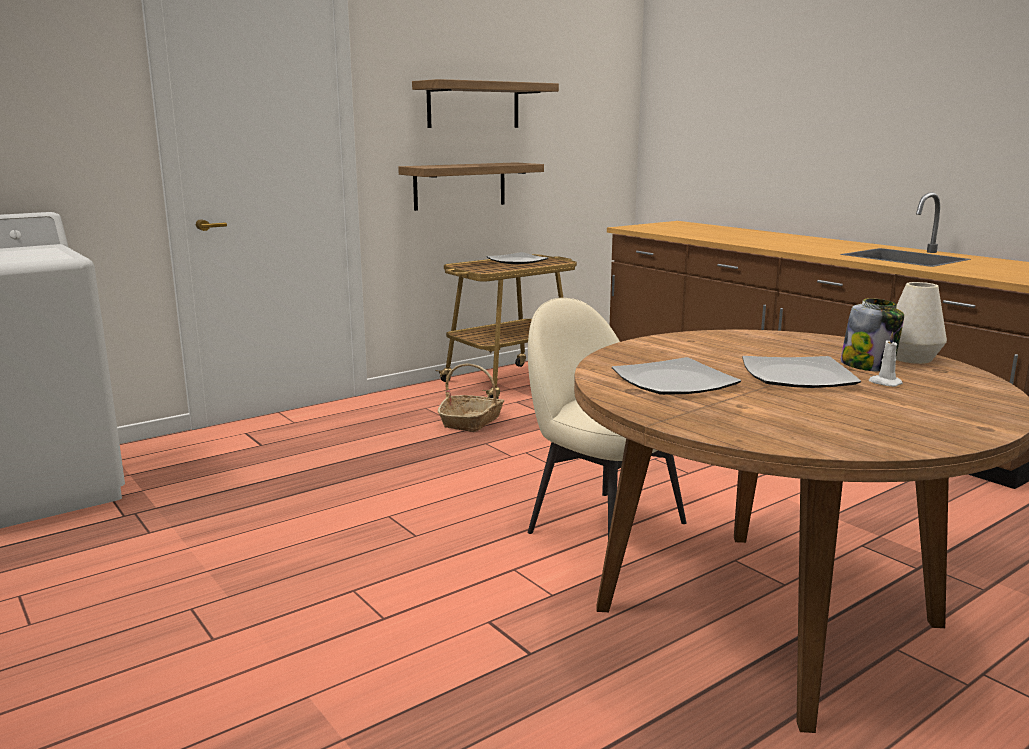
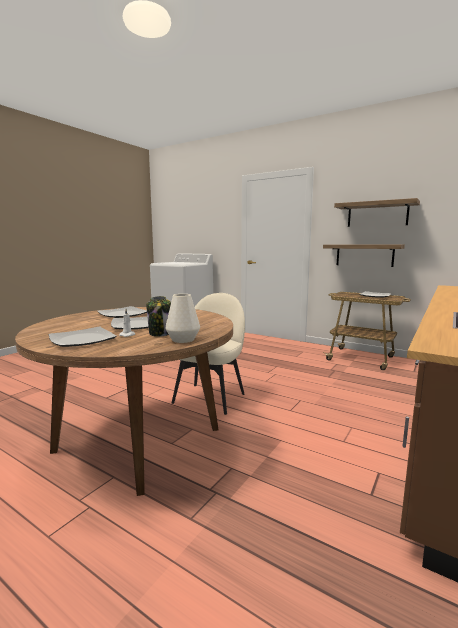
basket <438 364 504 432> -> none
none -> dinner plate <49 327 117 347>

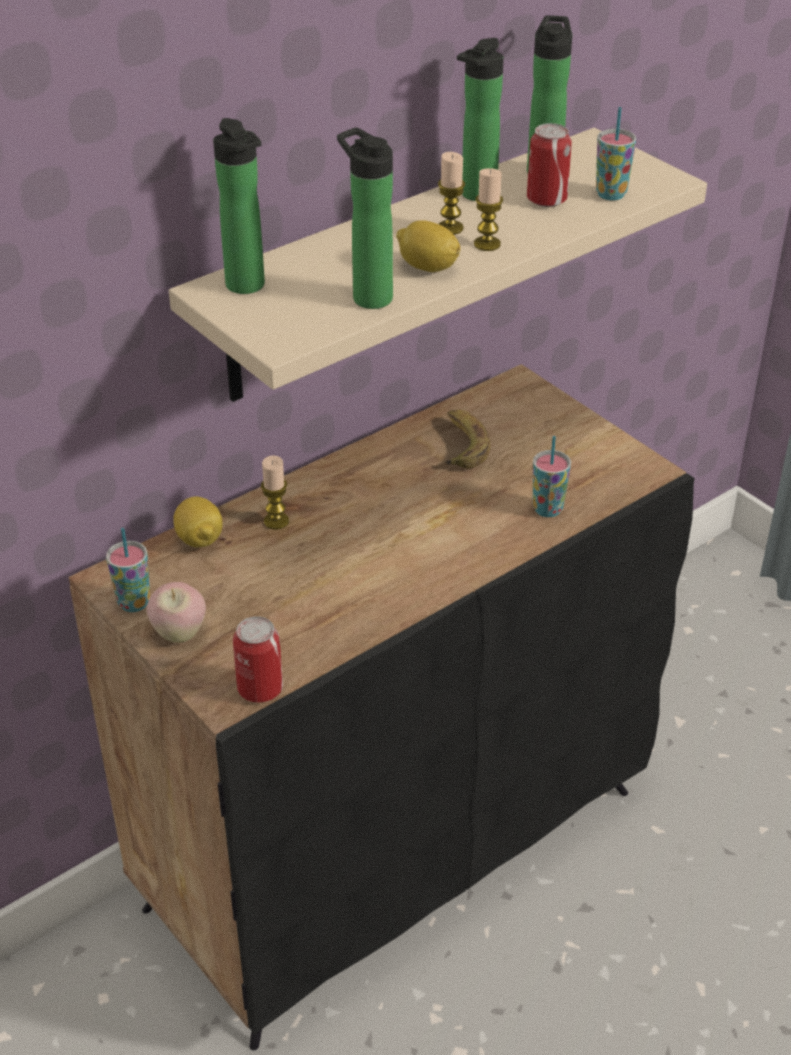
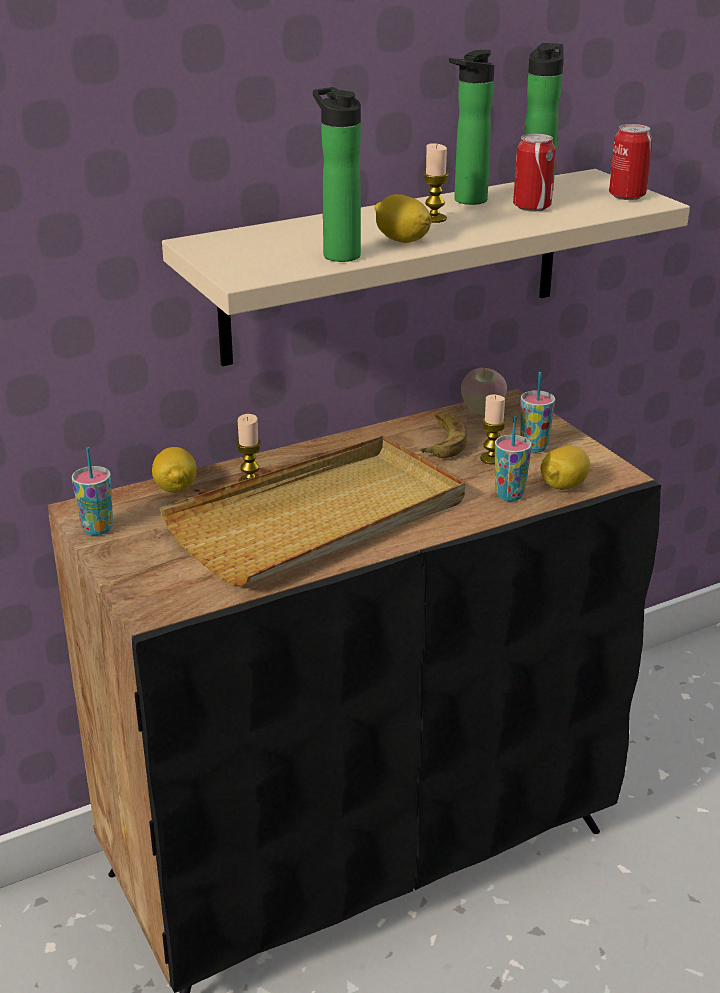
bottle <213 118 265 294> -> none
none -> beige-coloured carrying tray <159 436 465 586>
none -> lemon <541 446 590 490>
apple fruit <147 582 206 643> -> apple fruit <461 366 507 416>, moved
sealed can <233 616 283 703> -> sealed can <609 124 653 200>, moved
wax candle <474 168 503 251> -> wax candle <480 395 506 465>, moved
small cup <596 107 636 200> -> small cup <520 372 555 453>, moved

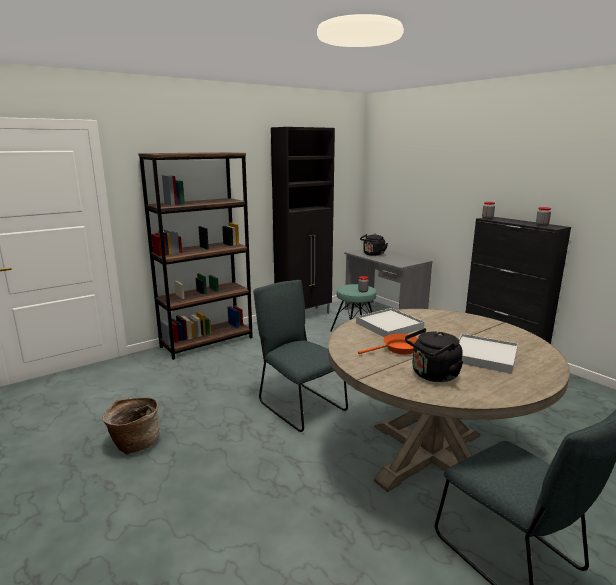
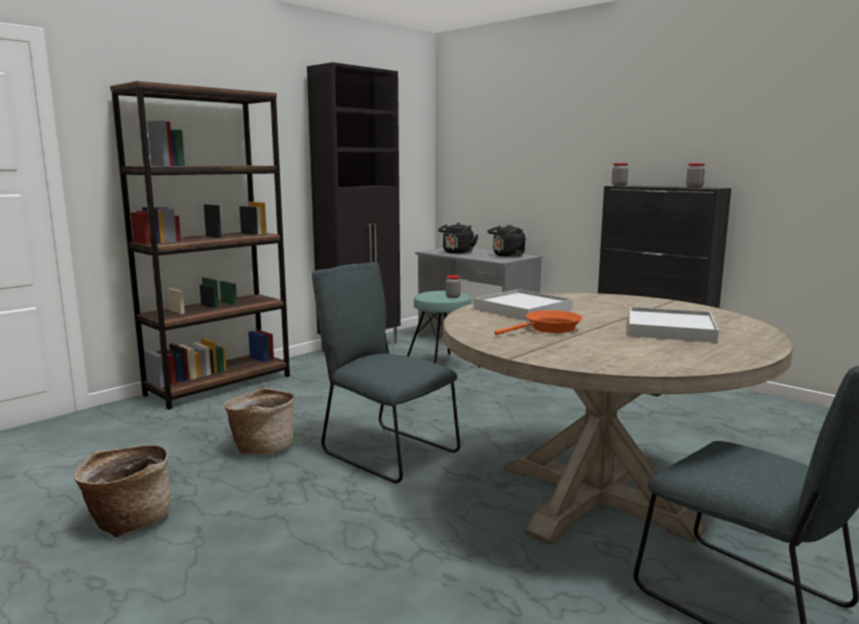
none -> basket <224 387 295 454>
black tea kettle <405 328 463 382> -> black tea kettle <487 225 526 257>, moved

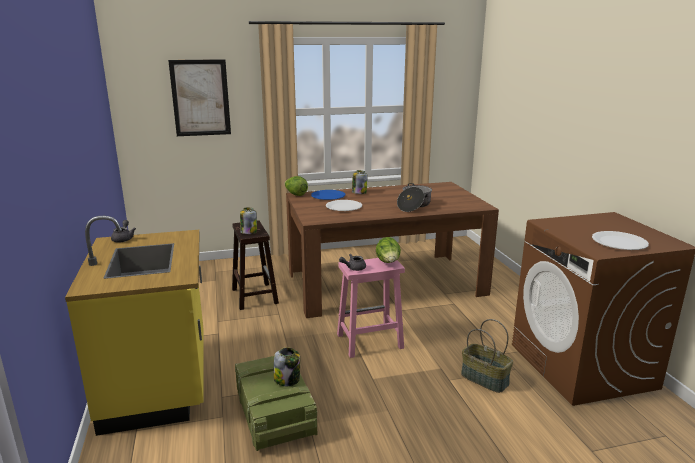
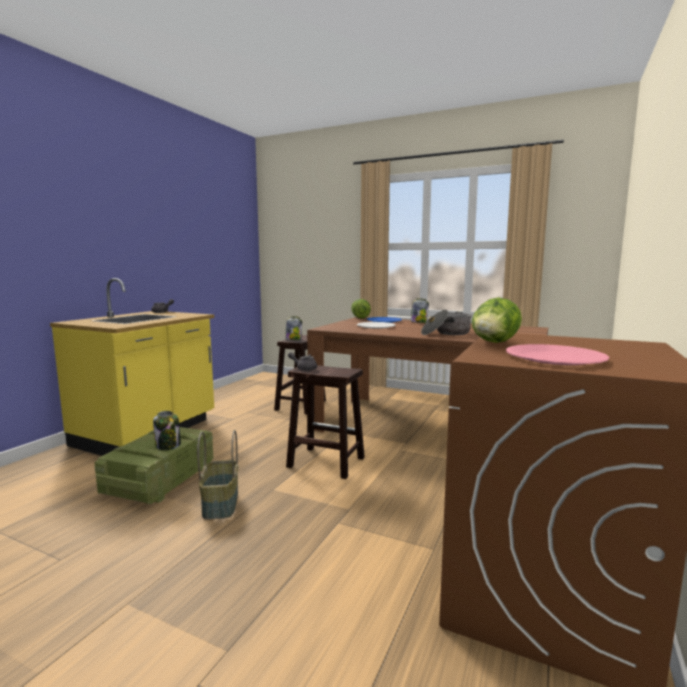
wall picture <168 59 231 136> -> none
lettuce head <376 237 401 263> -> lettuce head <472 297 522 343>, moved
basket <461 319 513 393> -> basket <197 430 239 520>, moved
pinkish stool seat <337 258 405 358> -> brown stool seat <286 365 365 479>
white dinner plate <592 231 649 250> -> pinkish dinner plate <506 344 609 365>

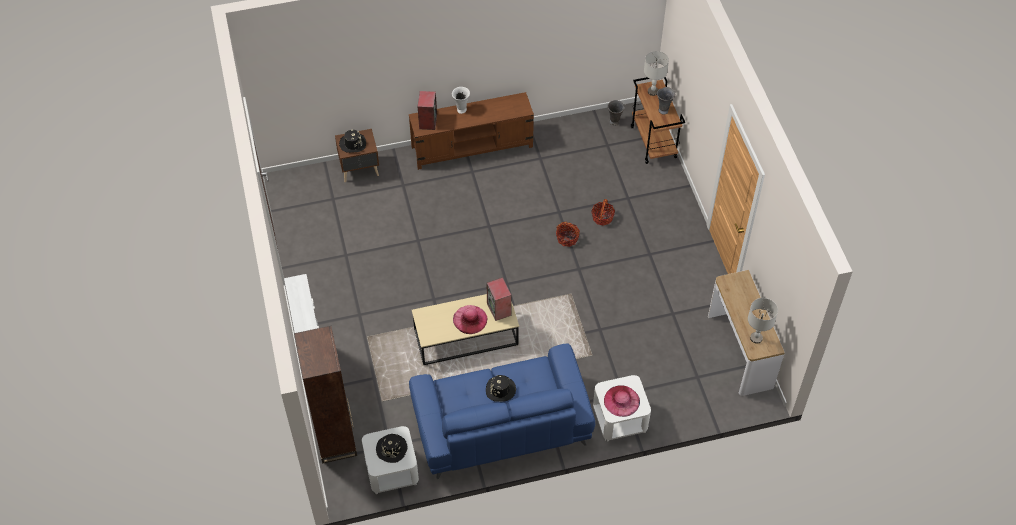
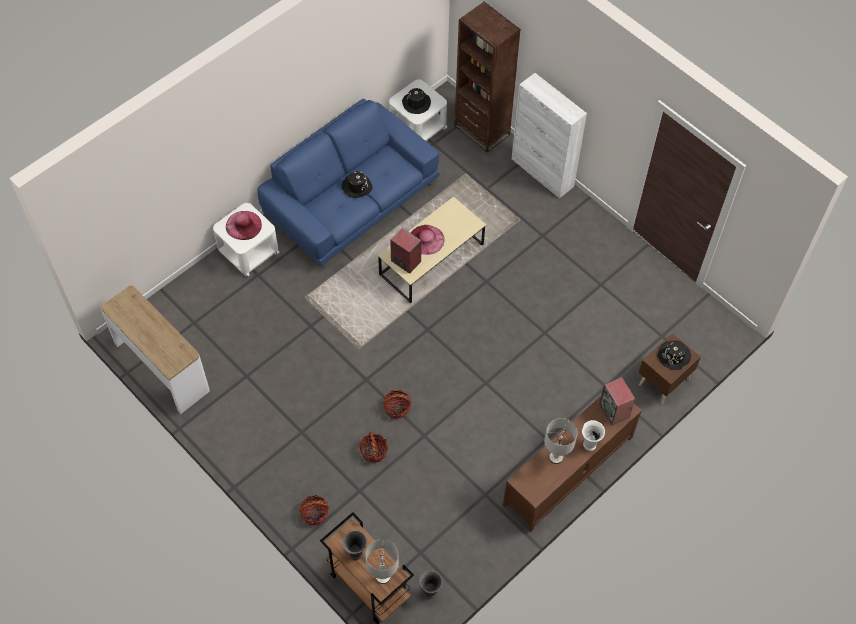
none -> basket <299 495 329 525>
grey lamp for a table <748 298 778 344> -> grey lamp for a table <544 418 578 464>, moved

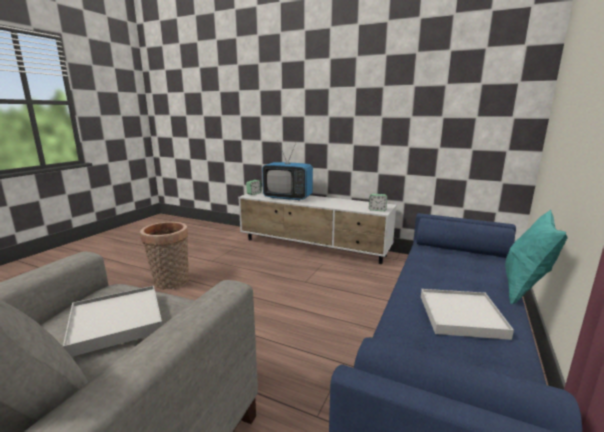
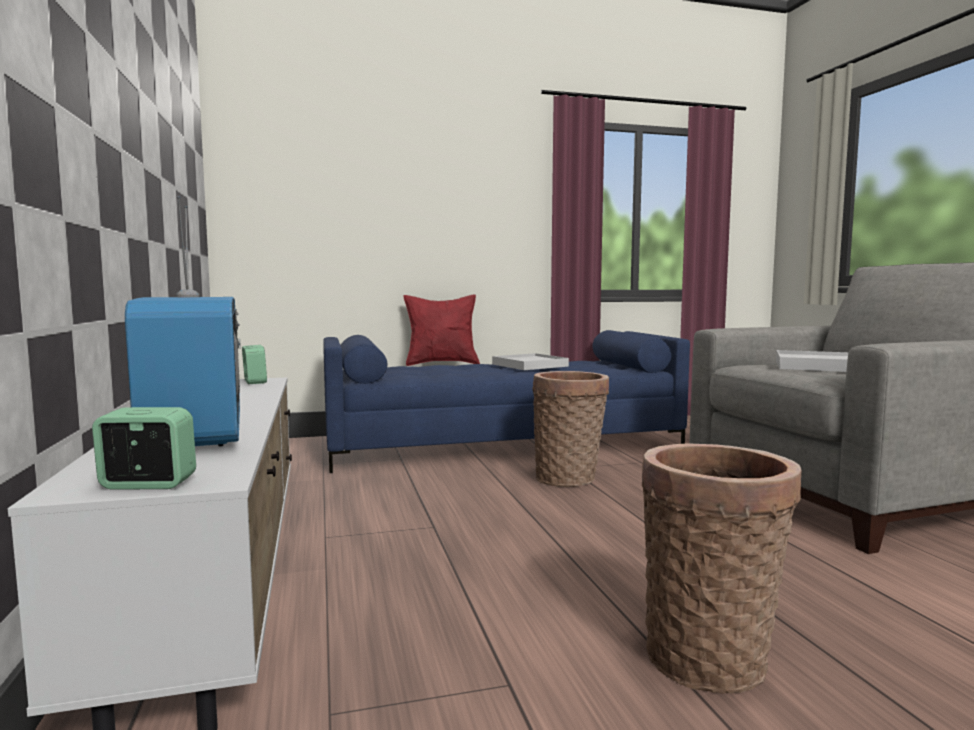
none -> basket <532 371 609 487>
turquoise throw pillow <505 210 568 305> -> reddish throw pillow <404 294 480 366>

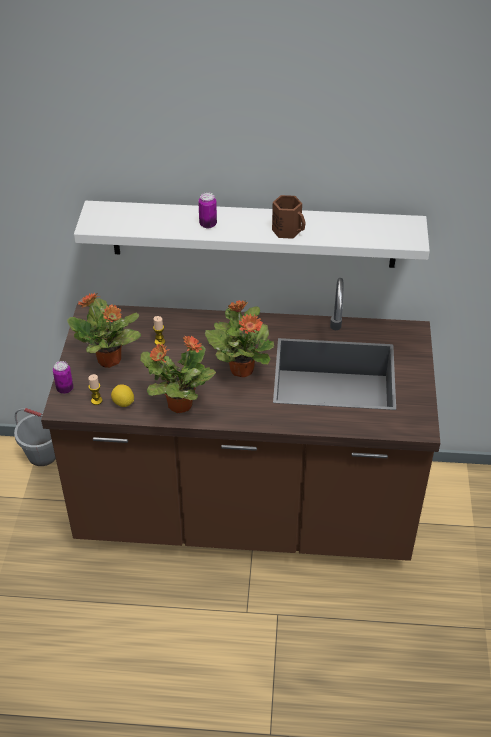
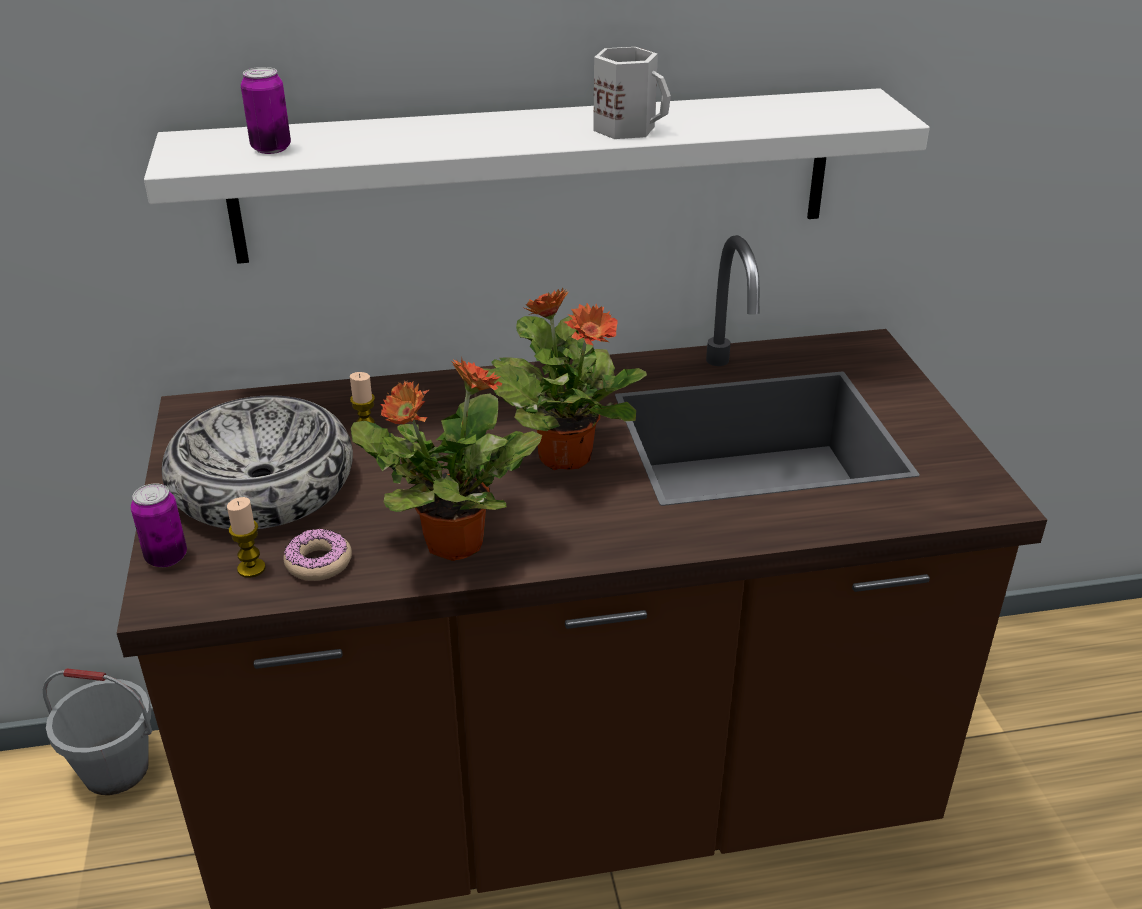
sealed can <198 192 217 228> -> sealed can <241 67 291 154>, moved
houseplant <67 293 141 368> -> deep dish <162 395 353 529>
lemon <111 385 134 407> -> doughnut <283 528 352 581>
brown tea mug <272 195 306 239> -> white tea mug <593 47 671 139>

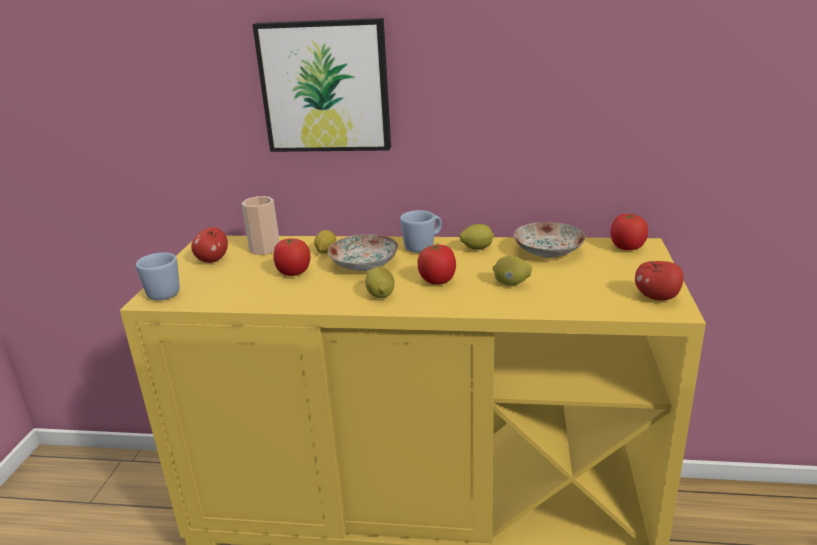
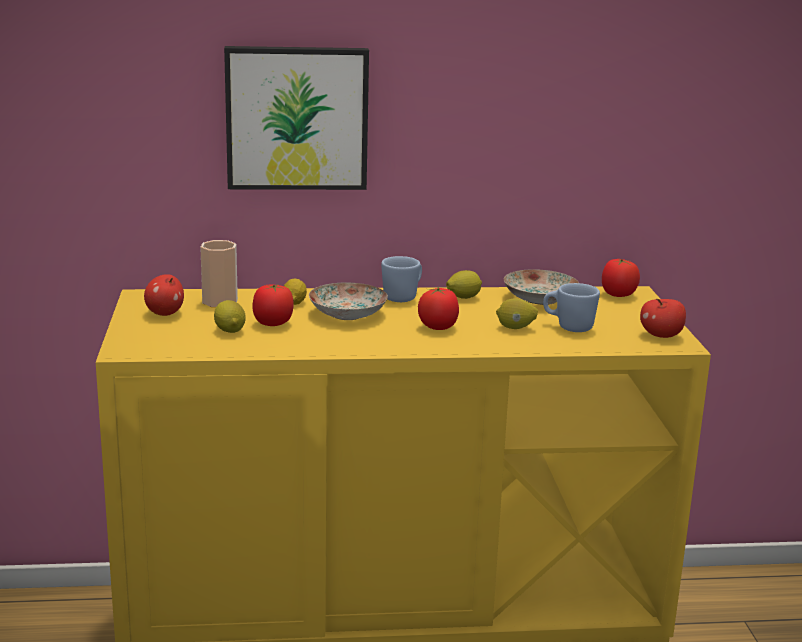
bluish tea mug <136 253 180 300> -> bluish tea mug <543 283 600 332>, moved
lemon <366 267 395 298> -> lemon <214 300 246 333>, moved

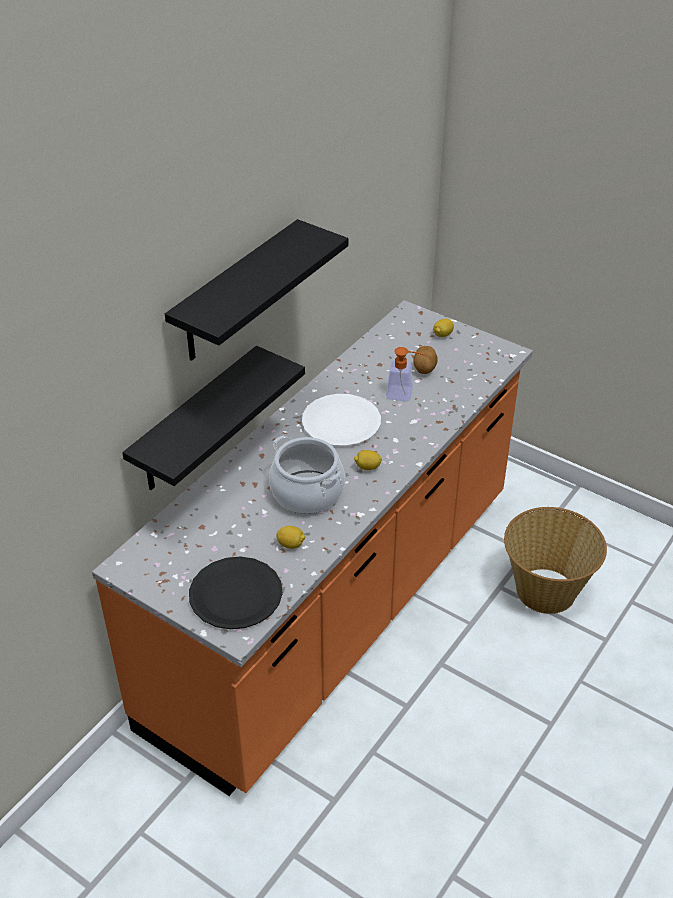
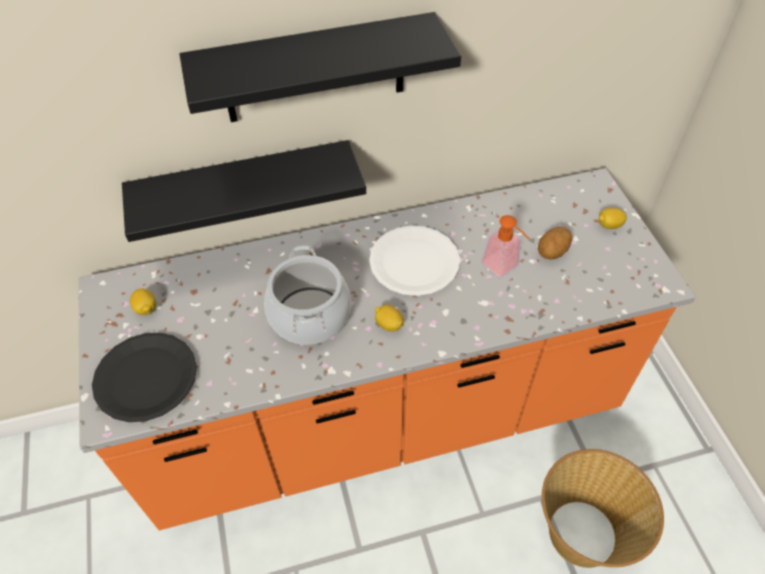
lemon <277 526 305 549> -> lemon <130 288 156 315>, moved

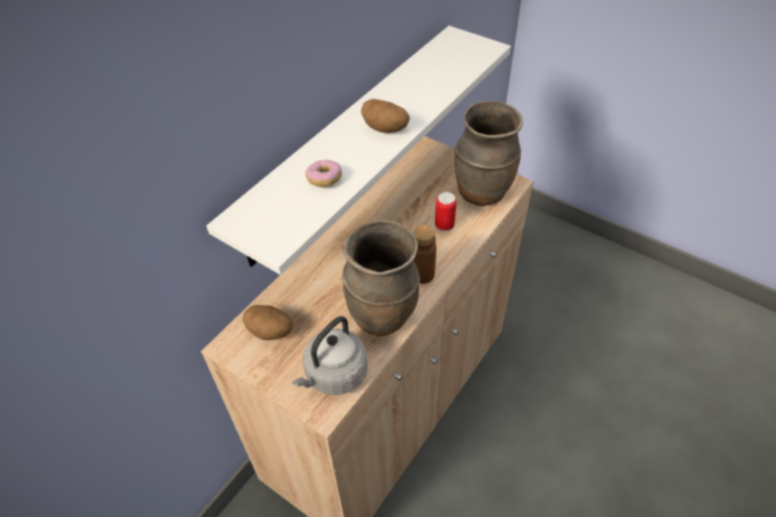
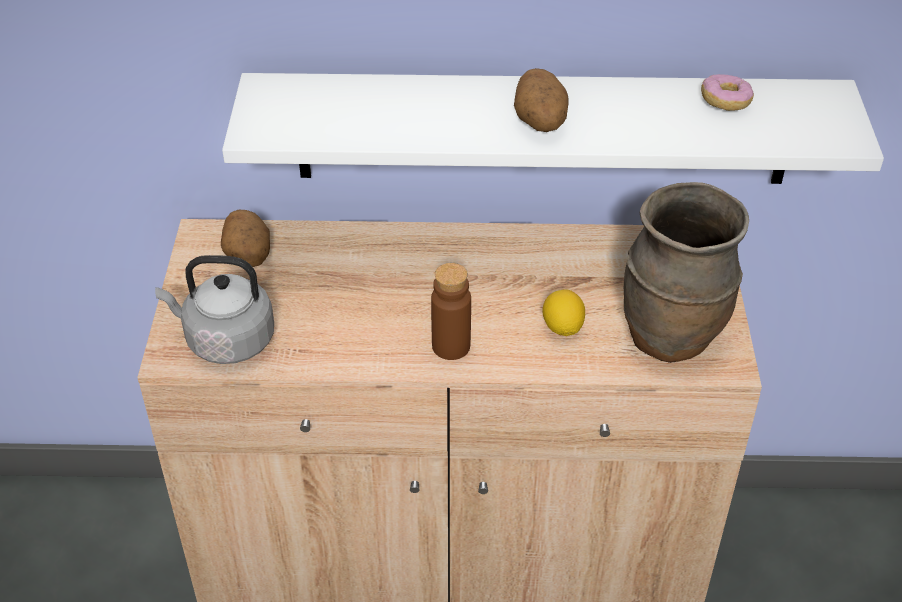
brown decorative vase <342 220 420 336> -> none
doughnut <305 160 342 187> -> doughnut <701 74 754 111>, moved
sealed can <435 192 457 232> -> lemon <543 289 585 336>

